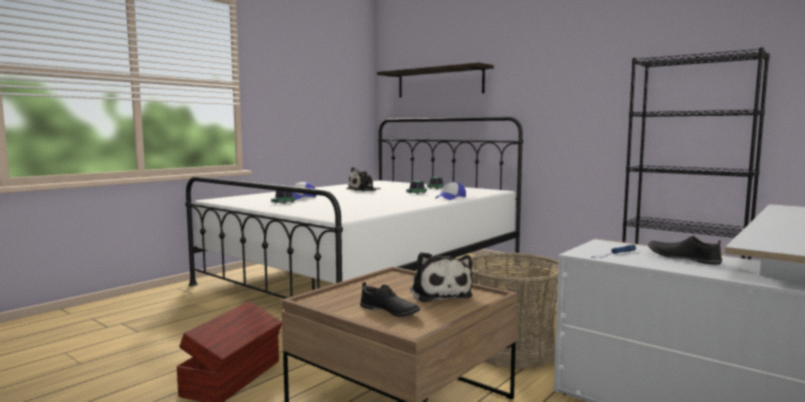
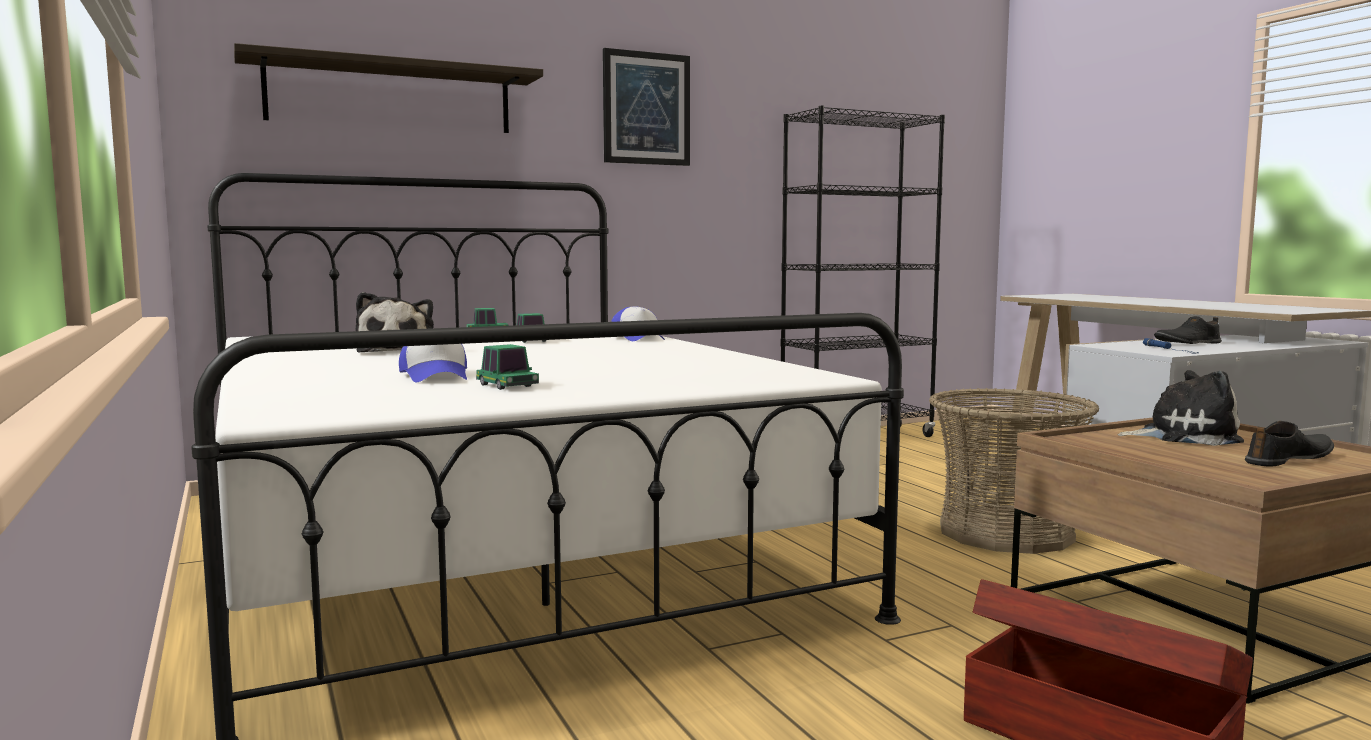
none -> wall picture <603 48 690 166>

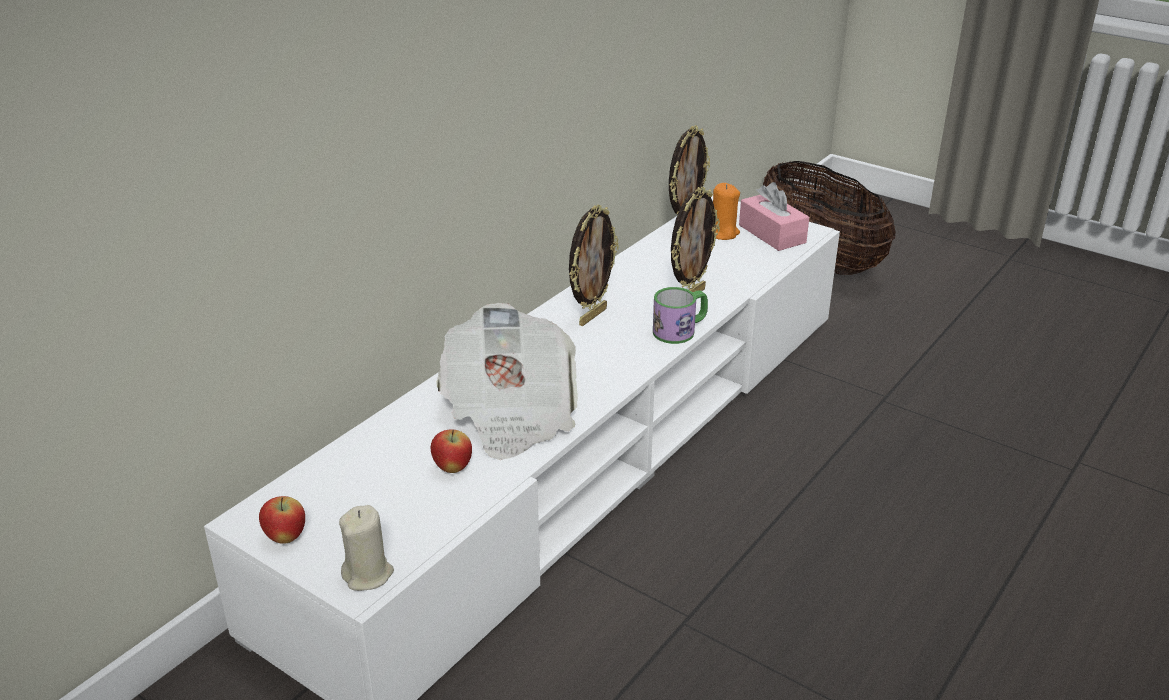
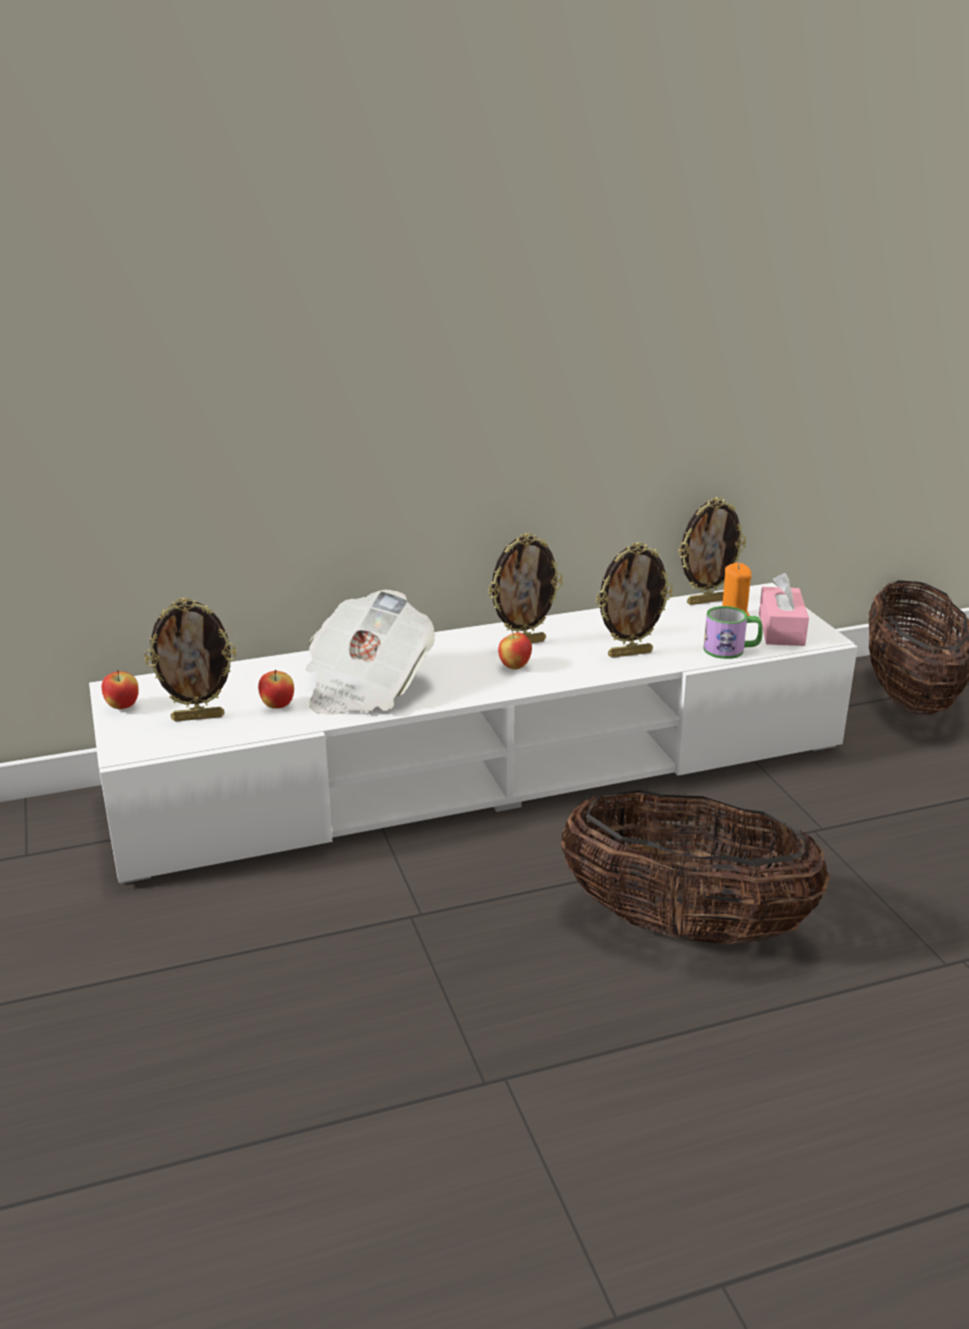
beige-coloured wax candle <339 505 394 591> -> none
none -> standing frame <144 598 236 721>
none -> apple fruit <498 630 532 669>
none -> basket <561 790 830 945>
tea mug <653 287 708 344> -> tea mug <703 606 763 659>, moved

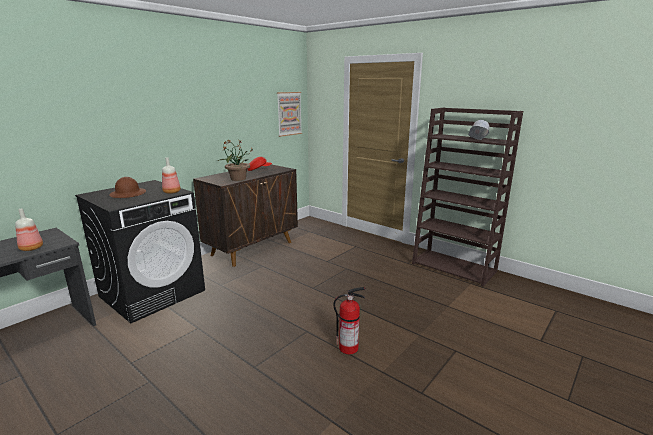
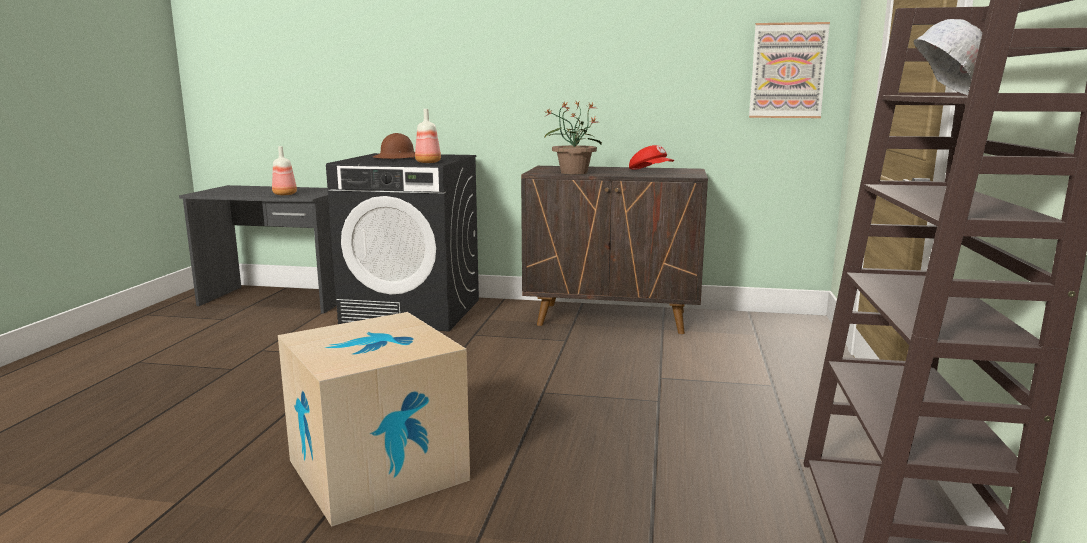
extinguisher <333 287 366 354> -> cardboard box <278 312 470 527>

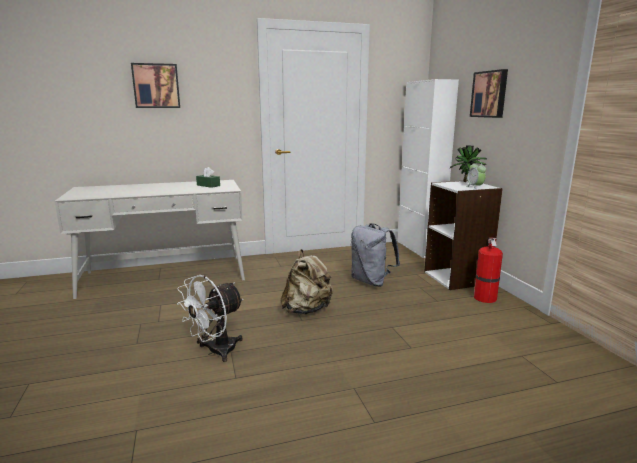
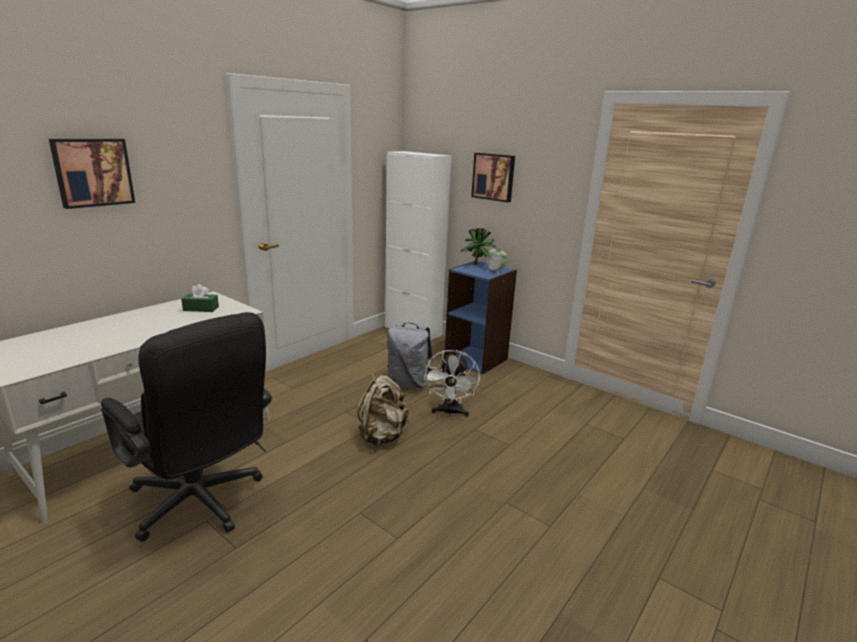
extinguisher <474 237 503 303> -> none
none -> black office chair <101 312 272 542>
white fan <177 275 244 362> -> white fan <424 349 480 417>, moved
white bookcase <424 180 503 290> -> bluish bookcase <444 261 517 374>

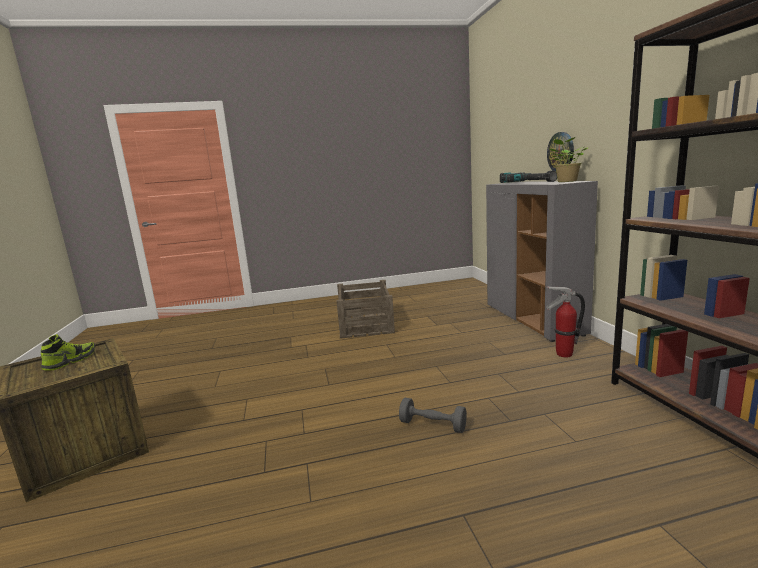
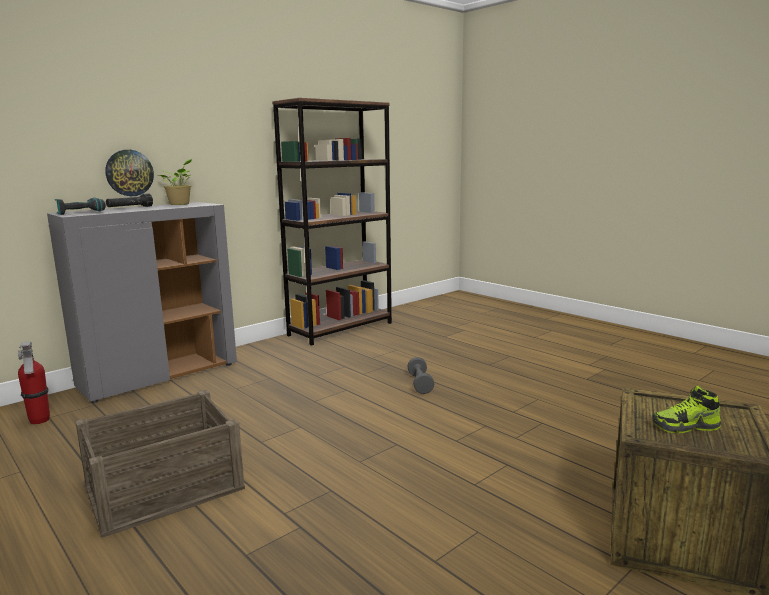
extinguisher <546 286 585 357> -> extinguisher <18 342 50 424>, moved

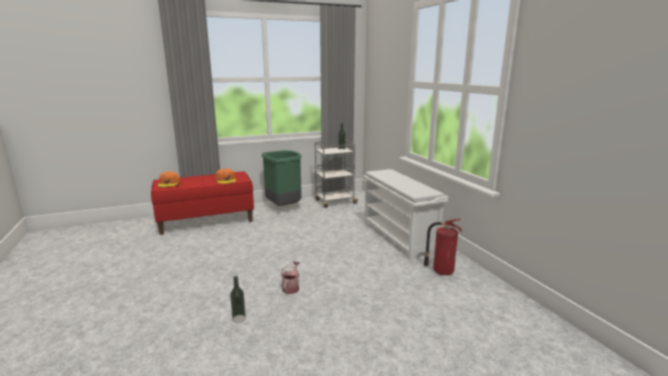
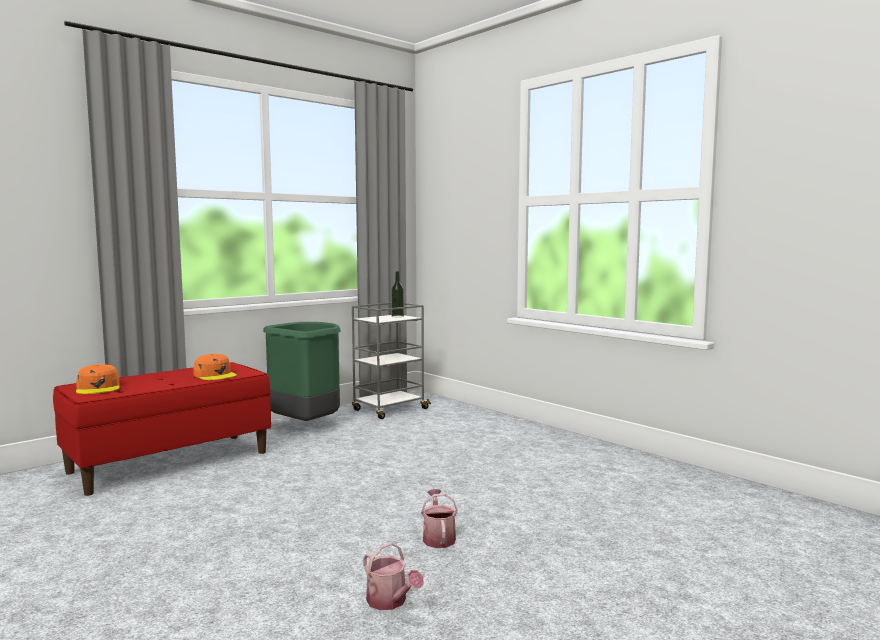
white shoe rack <363 169 448 260> -> none
extinguisher <424 219 462 275> -> none
bottle <230 276 246 323> -> watering can <363 542 424 610>

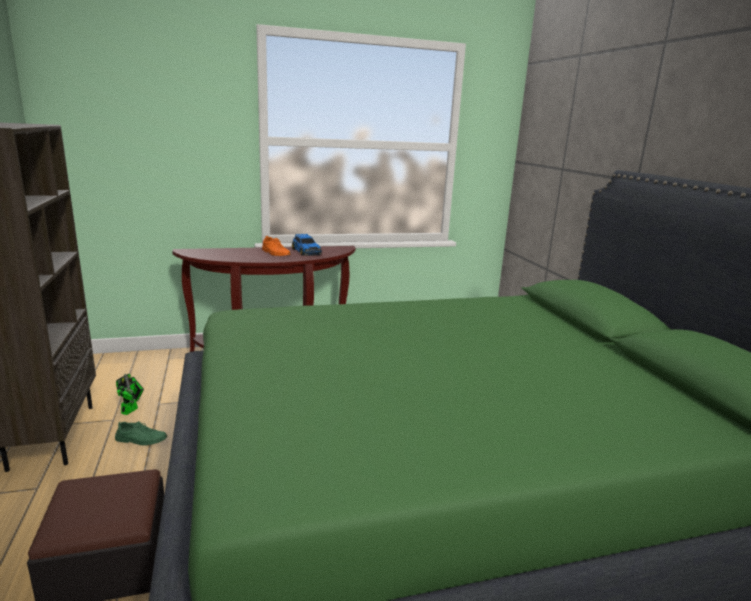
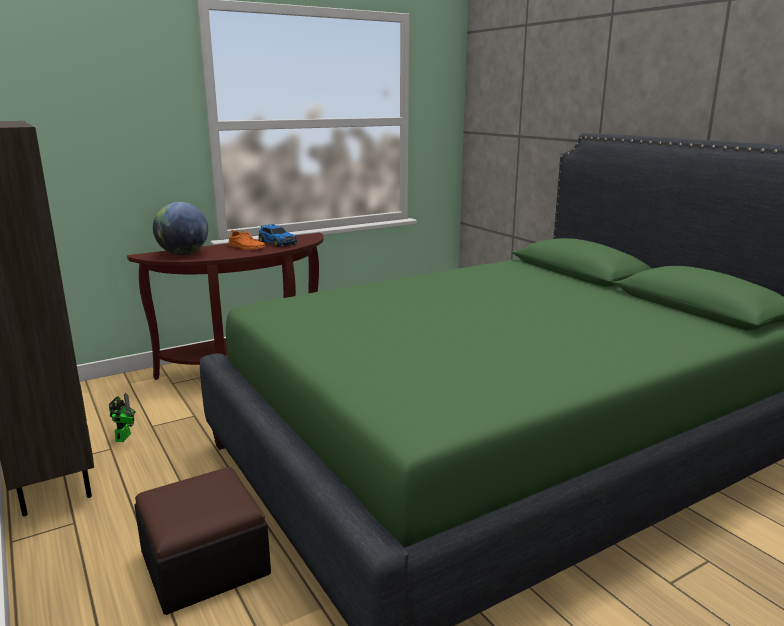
green shoe <115 421 167 446> -> none
none -> globe <153 202 208 255>

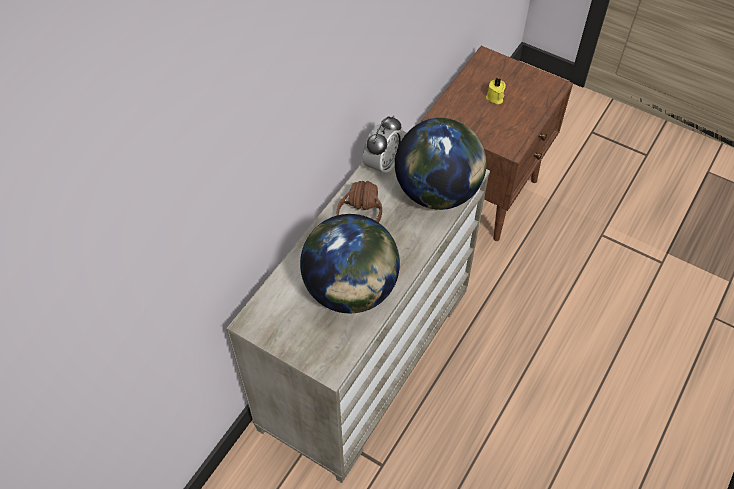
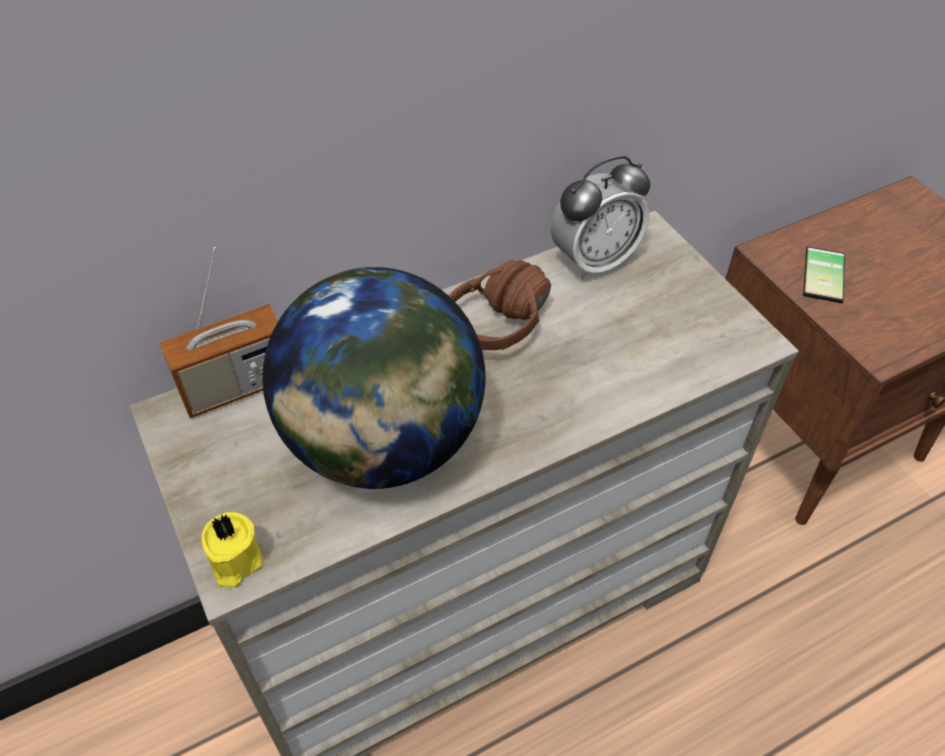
globe <395 118 487 210> -> none
none -> radio <159 247 278 418>
none -> phone <803 246 845 303>
yellow wax candle <486 78 506 104> -> yellow wax candle <201 512 263 588>, moved

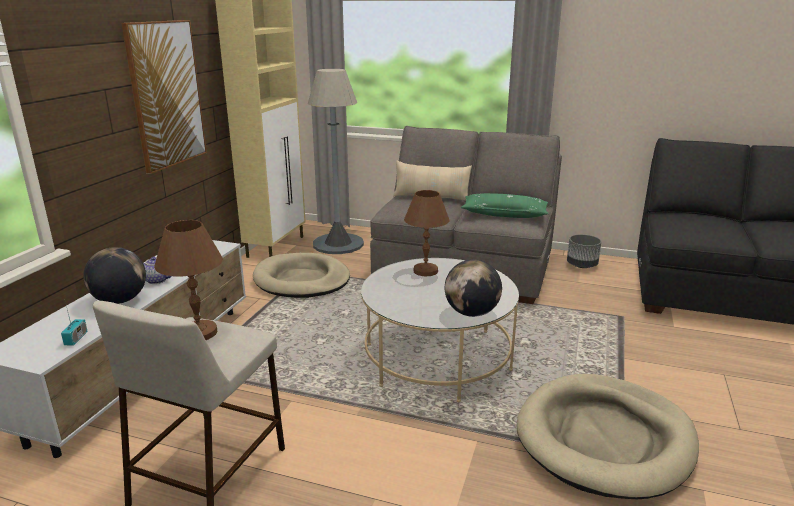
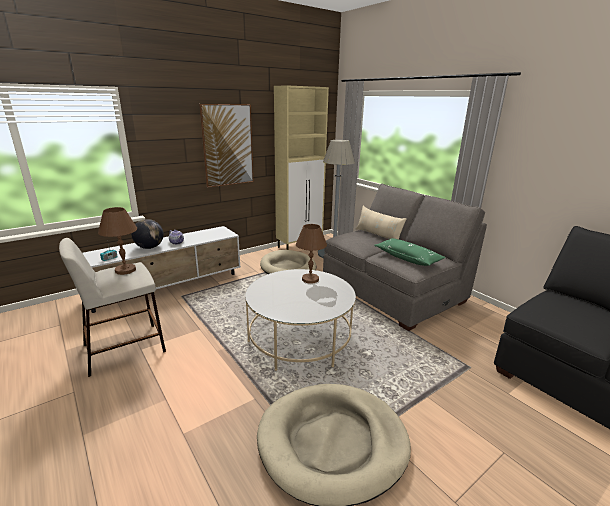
globe <445 259 502 317> -> none
grey flower pot <567 234 601 268> -> none

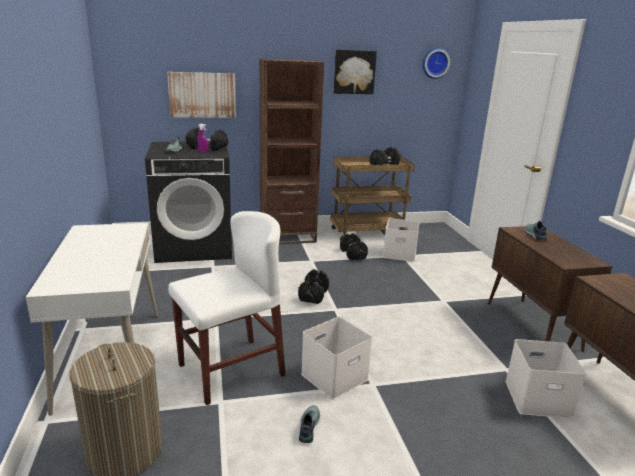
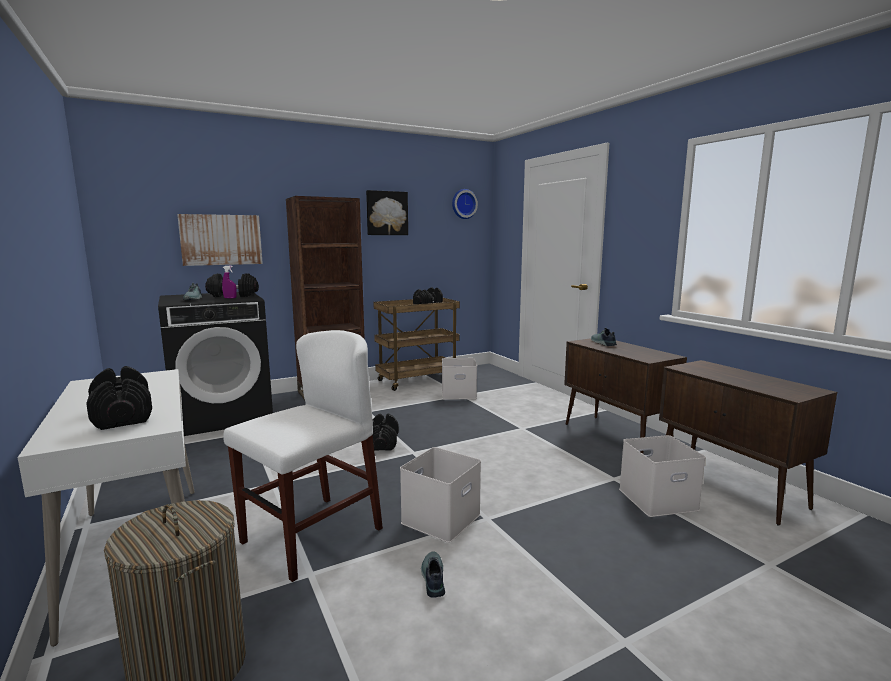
black dumbbell <340 233 368 260> -> black dumbbell <86 366 152 430>, moved

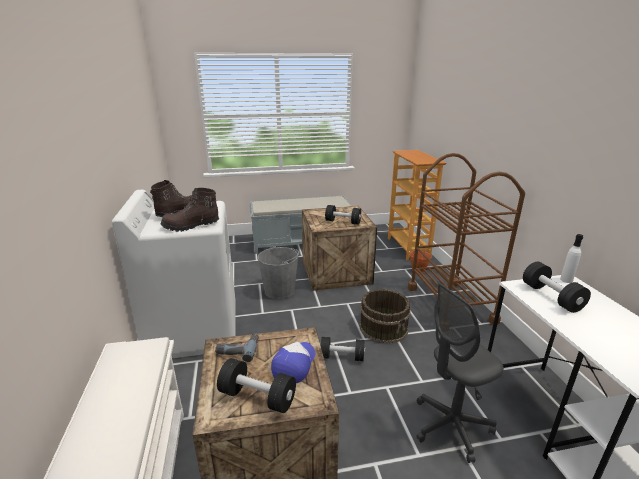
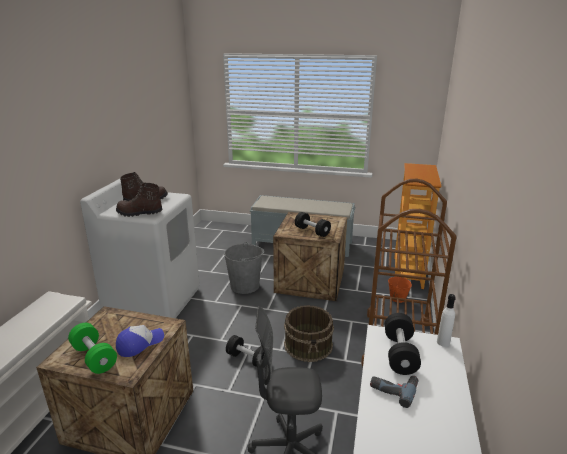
electric drill <215 333 259 362> -> electric drill <370 376 419 408>, moved
black dumbbell <217 358 296 413> -> green dumbbell <68 323 117 374>

